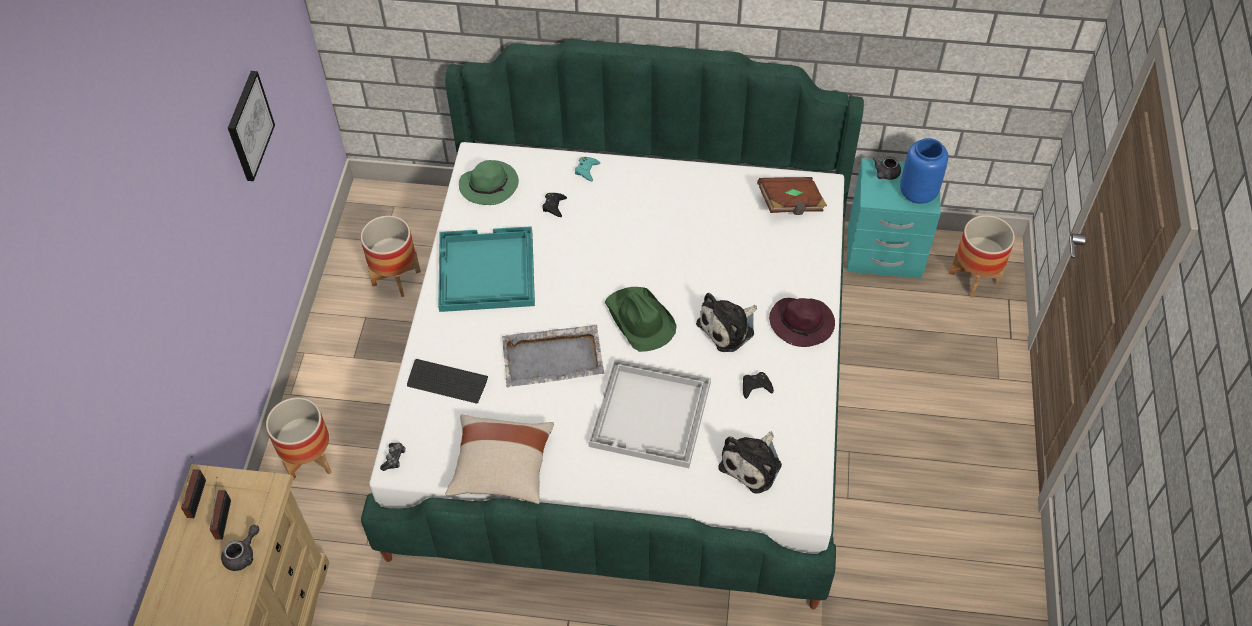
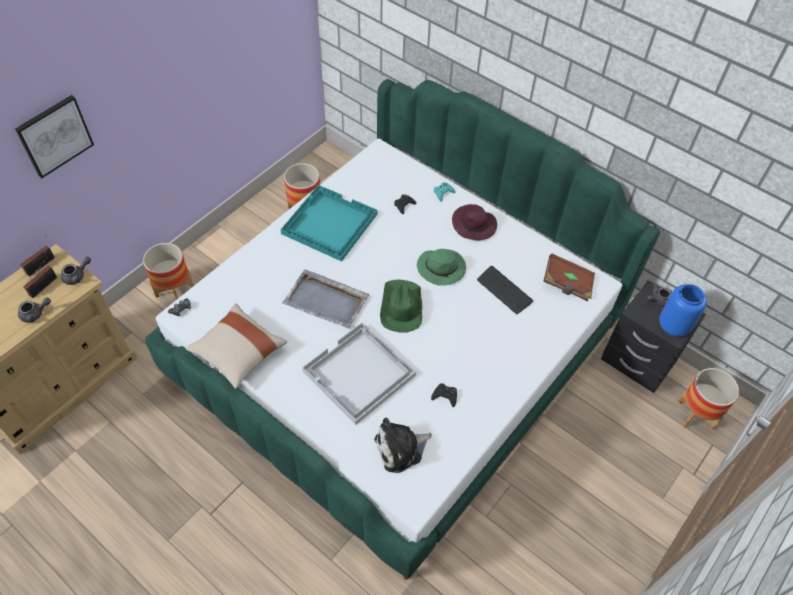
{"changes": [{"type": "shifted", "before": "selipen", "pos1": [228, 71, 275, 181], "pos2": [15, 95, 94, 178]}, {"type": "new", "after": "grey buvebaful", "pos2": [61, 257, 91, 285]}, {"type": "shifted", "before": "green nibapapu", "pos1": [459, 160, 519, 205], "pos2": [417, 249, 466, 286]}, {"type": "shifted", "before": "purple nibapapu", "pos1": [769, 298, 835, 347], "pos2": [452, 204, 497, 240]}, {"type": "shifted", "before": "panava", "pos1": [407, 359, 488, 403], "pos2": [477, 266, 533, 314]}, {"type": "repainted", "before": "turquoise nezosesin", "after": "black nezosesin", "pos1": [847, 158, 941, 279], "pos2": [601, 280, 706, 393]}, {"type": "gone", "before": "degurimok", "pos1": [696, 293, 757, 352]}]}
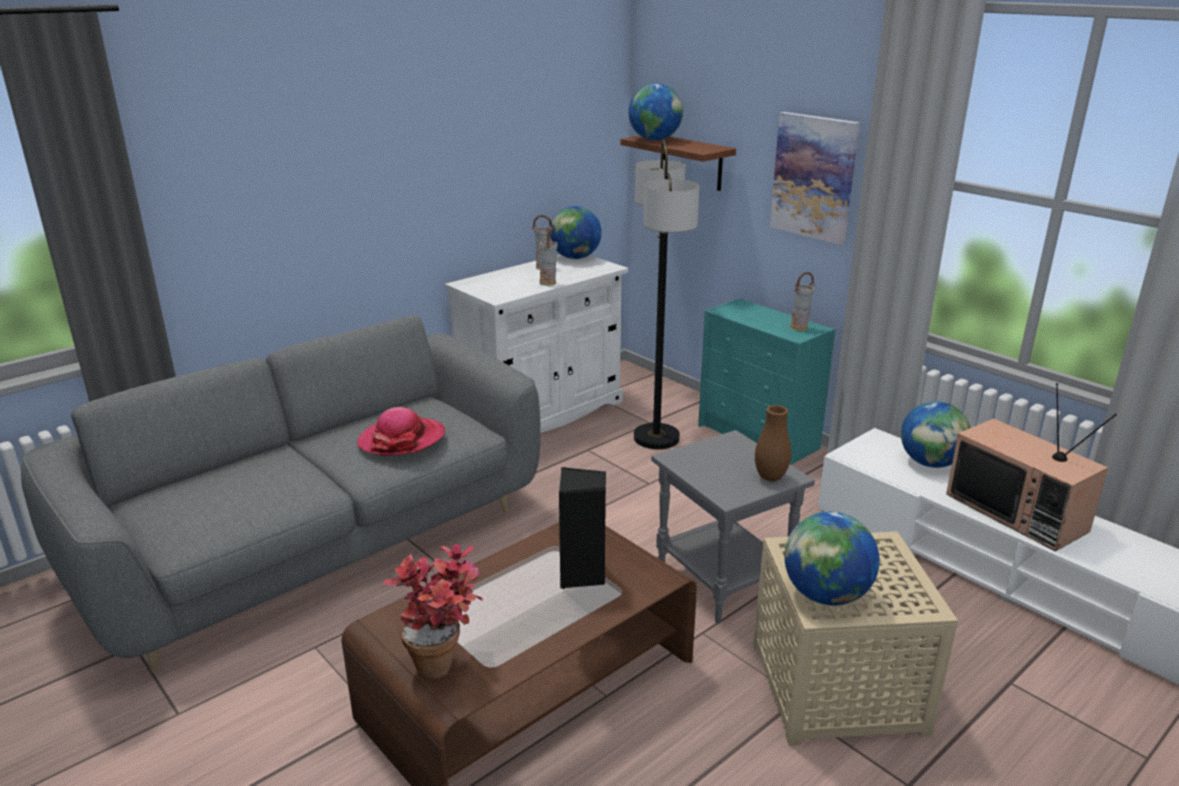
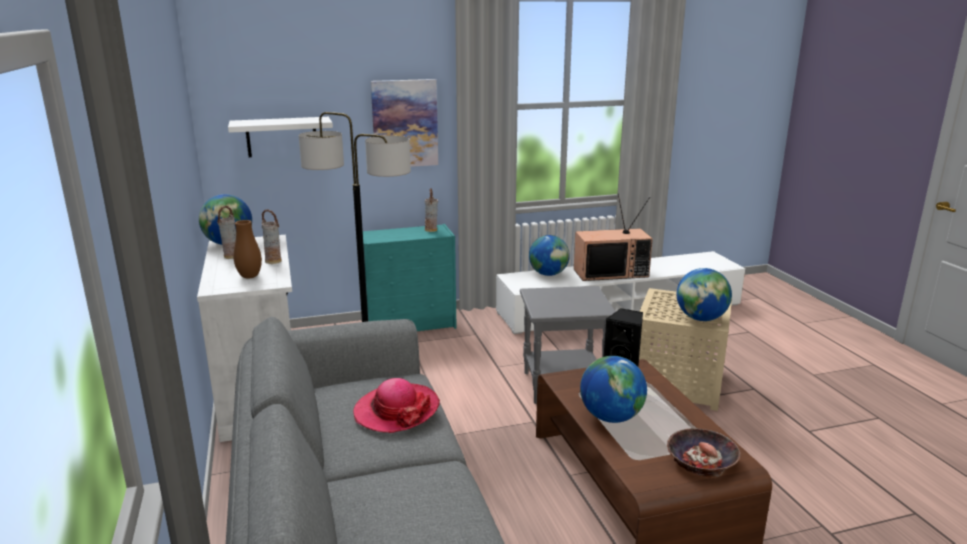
{"changes": [{"type": "repainted", "before": "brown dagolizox", "after": "white dagolizox", "pos1": [620, 136, 736, 191], "pos2": [228, 117, 333, 157]}, {"type": "shifted", "before": "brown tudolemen", "pos1": [755, 405, 791, 481], "pos2": [234, 220, 262, 279]}, {"type": "shifted", "before": "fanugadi", "pos1": [629, 83, 683, 140], "pos2": [580, 356, 647, 423]}, {"type": "swapped", "before": "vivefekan", "after": "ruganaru", "pos1": [383, 544, 483, 680], "pos2": [667, 428, 741, 478]}]}
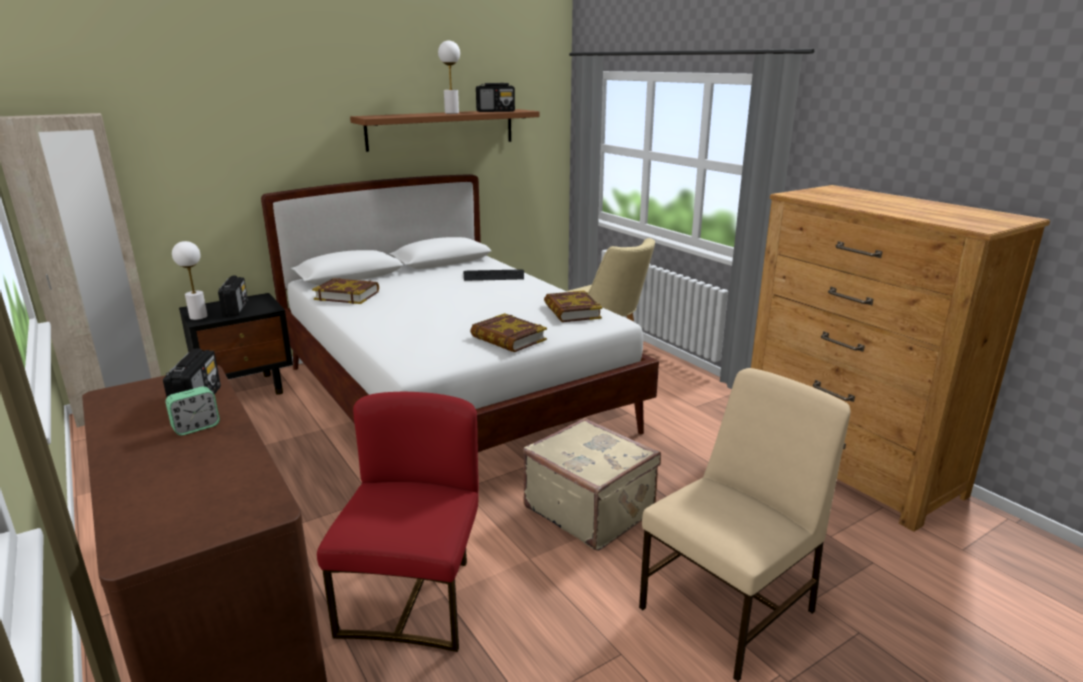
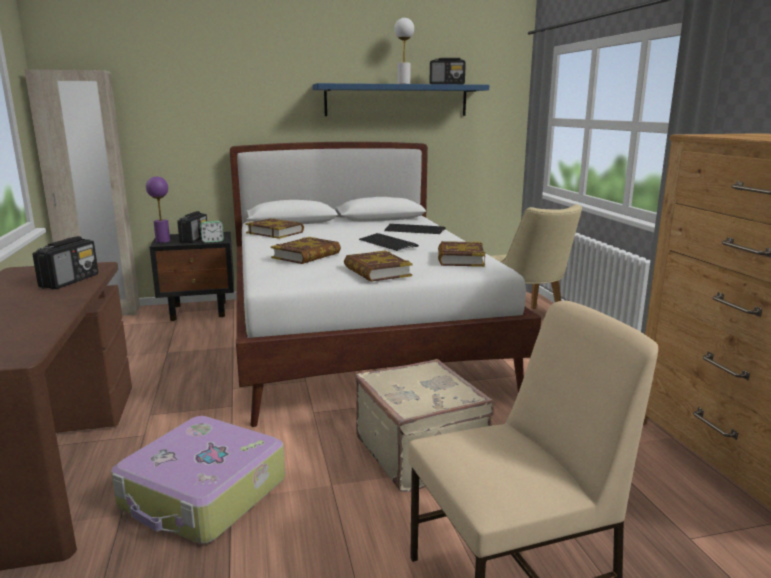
{"changes": [{"type": "swapped", "before": "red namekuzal", "after": "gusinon", "pos1": [317, 392, 479, 652], "pos2": [111, 416, 285, 544]}, {"type": "repainted", "before": "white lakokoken", "after": "purple lakokoken", "pos1": [172, 241, 208, 320], "pos2": [146, 176, 170, 243]}, {"type": "shifted", "before": "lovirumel", "pos1": [165, 386, 220, 436], "pos2": [200, 221, 224, 243]}, {"type": "new", "after": "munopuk", "pos2": [271, 237, 341, 264]}, {"type": "repainted", "before": "brown dagolizox", "after": "blue dagolizox", "pos1": [350, 109, 540, 152], "pos2": [312, 83, 489, 116]}, {"type": "new", "after": "panava", "pos2": [359, 233, 419, 251]}]}
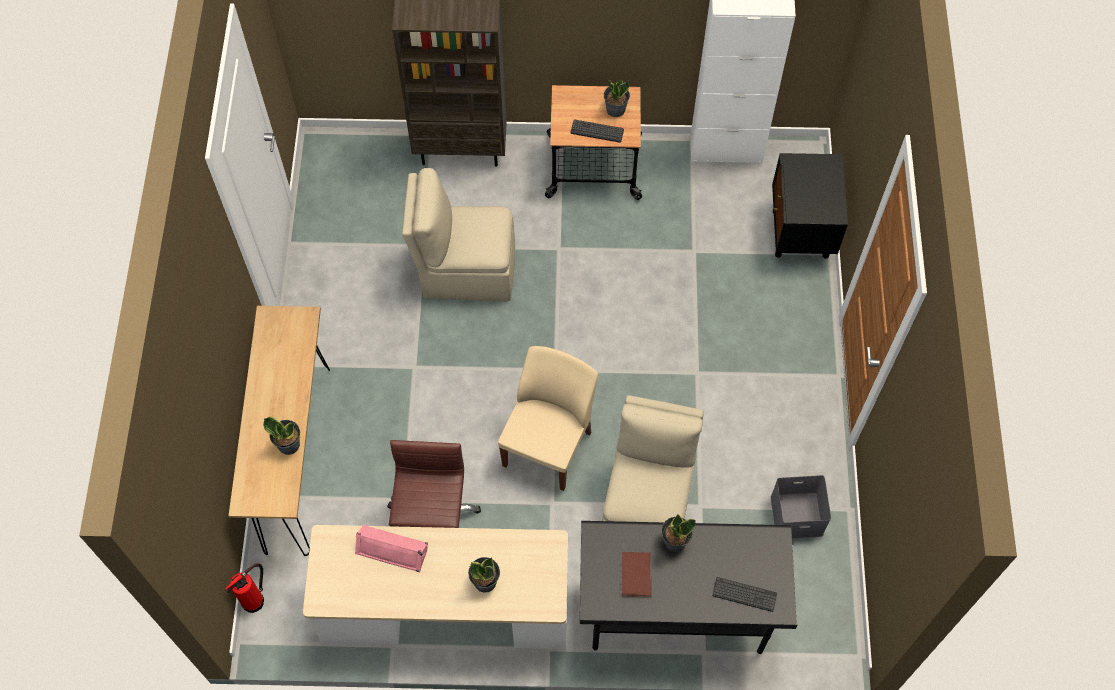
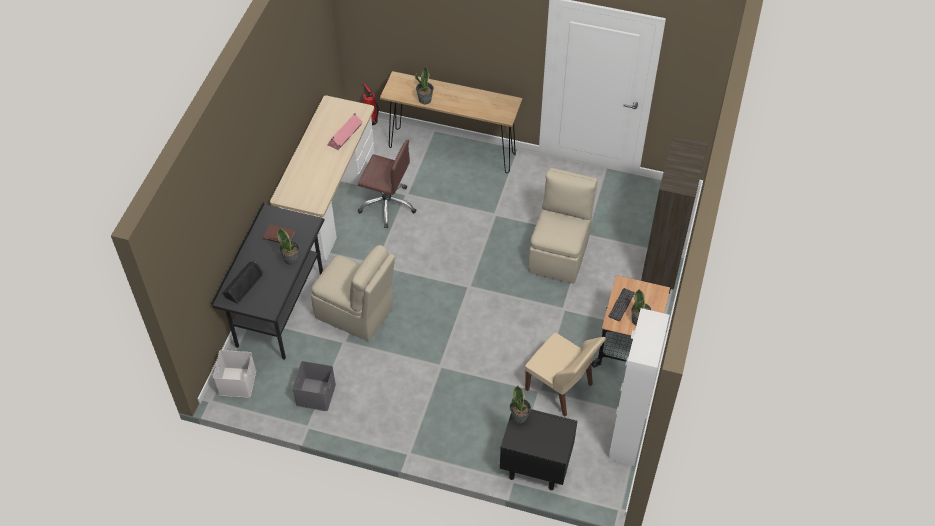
{"changes": [{"type": "new", "after": "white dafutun", "pos2": [213, 350, 256, 398]}, {"type": "swapped", "before": "panava", "after": "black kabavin", "pos1": [712, 577, 777, 612], "pos2": [222, 260, 264, 304]}, {"type": "shifted", "before": "vivefekan", "pos1": [468, 557, 500, 593], "pos2": [510, 386, 531, 424]}, {"type": "shifted", "before": "beige namekuzal", "pos1": [498, 346, 598, 491], "pos2": [525, 333, 606, 416]}]}
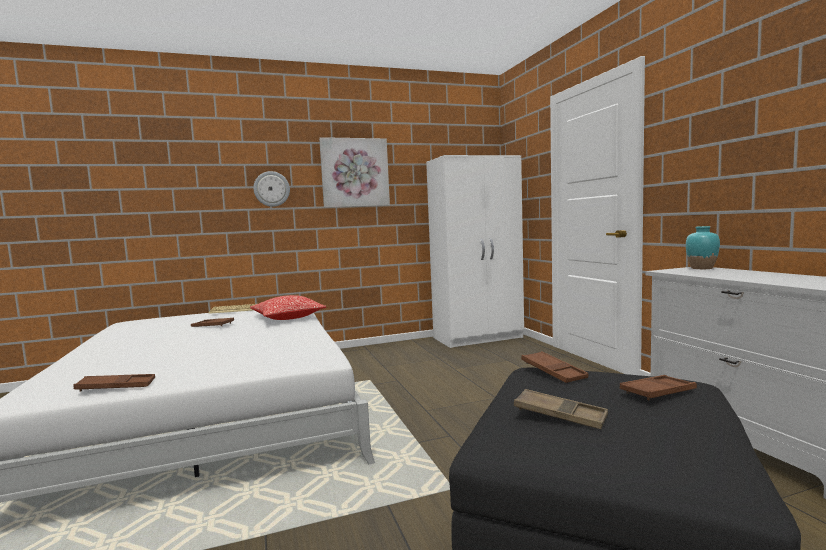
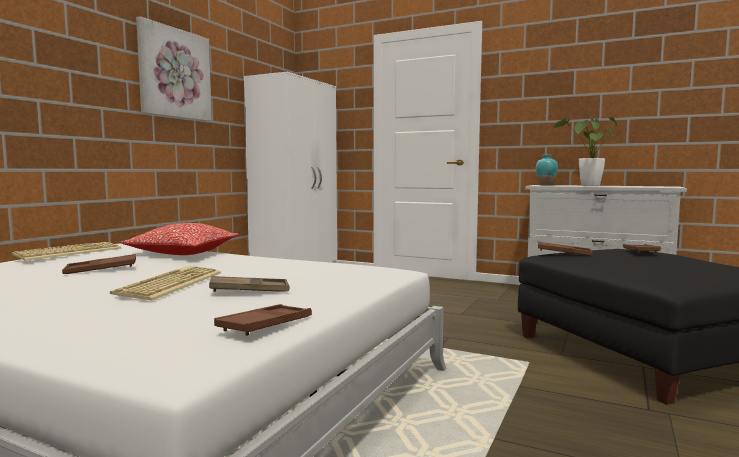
{"changes": [{"type": "new", "after": "panava", "pos2": [110, 266, 221, 301]}, {"type": "shifted", "before": "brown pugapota", "pos1": [514, 389, 608, 429], "pos2": [209, 276, 289, 292]}, {"type": "new", "after": "vivefekan", "pos2": [554, 117, 617, 186]}, {"type": "gone", "before": "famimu", "pos1": [253, 171, 290, 207]}]}
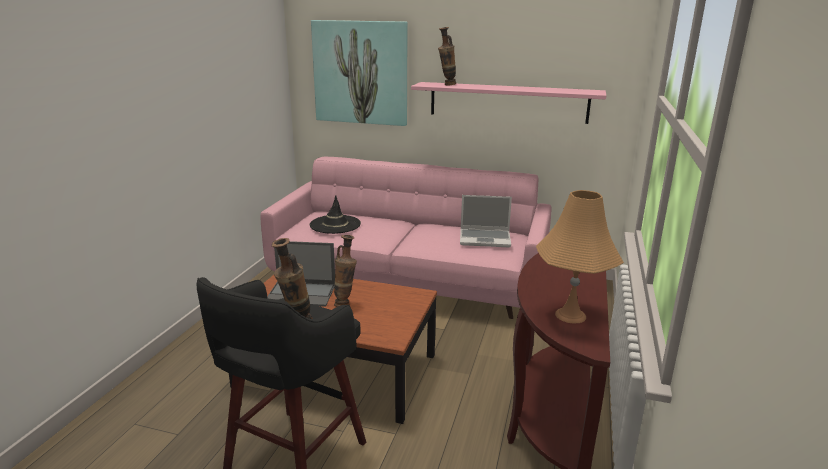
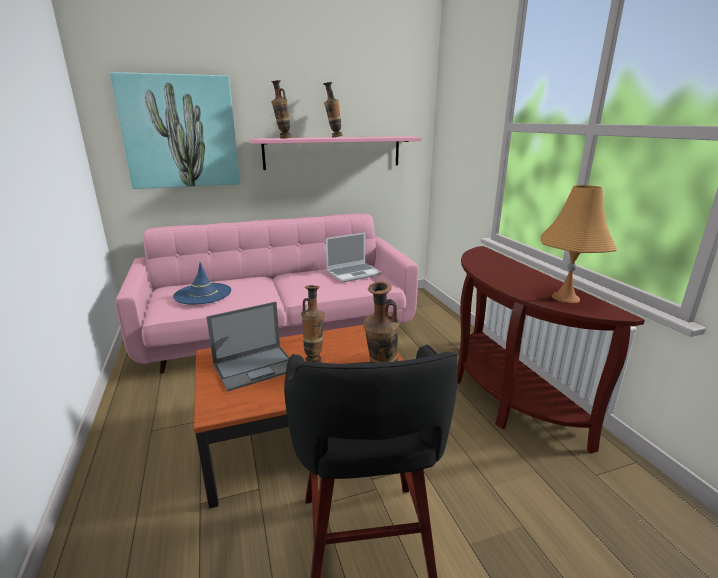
{"changes": [{"type": "repainted", "before": "black nibapapu", "after": "blue nibapapu", "pos1": [310, 195, 361, 234], "pos2": [173, 262, 231, 305]}, {"type": "new", "after": "tudolemen", "pos2": [323, 82, 343, 138]}]}
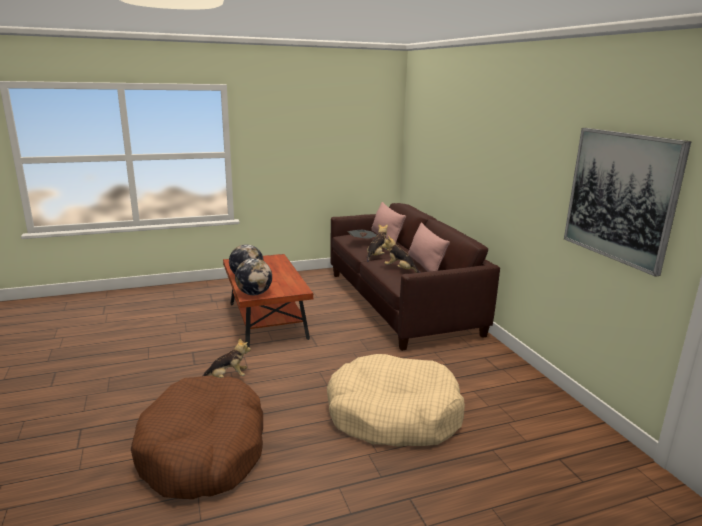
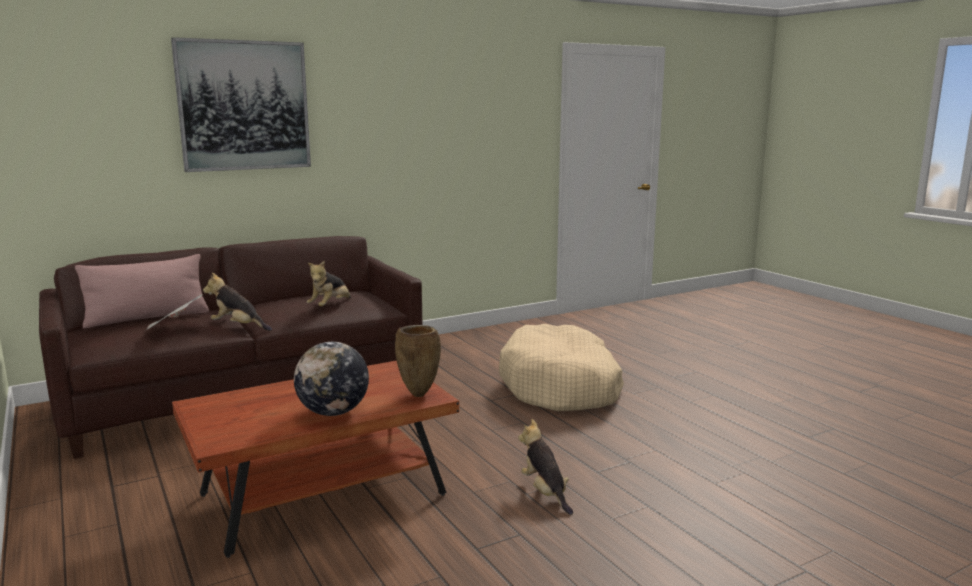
{"changes": [{"type": "shifted", "before": "selipen", "pos1": [564, 128, 692, 277], "pos2": [171, 37, 311, 172]}, {"type": "swapped", "before": "fanugadi", "after": "brown tudolemen", "pos1": [235, 258, 272, 295], "pos2": [395, 325, 441, 397]}, {"type": "gone", "before": "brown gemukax", "pos1": [131, 376, 263, 499]}, {"type": "gone", "before": "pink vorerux", "pos1": [408, 222, 450, 272]}]}
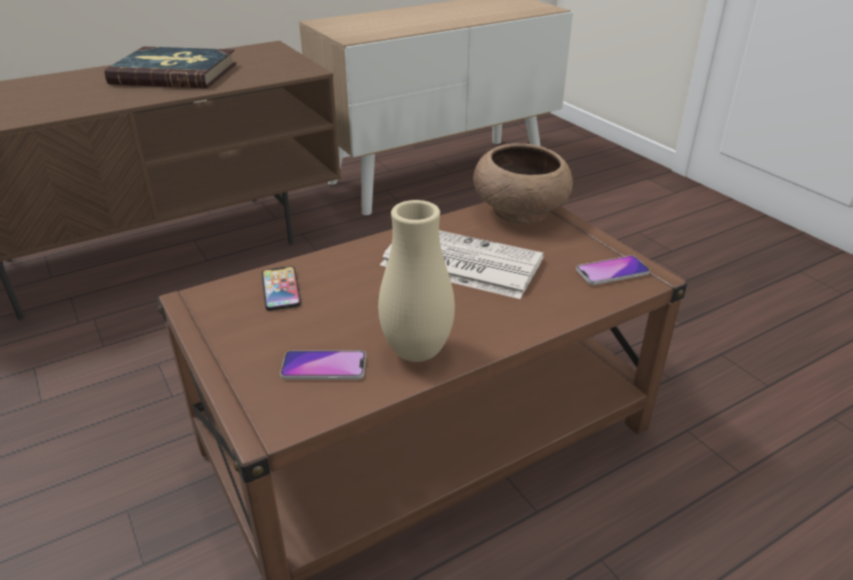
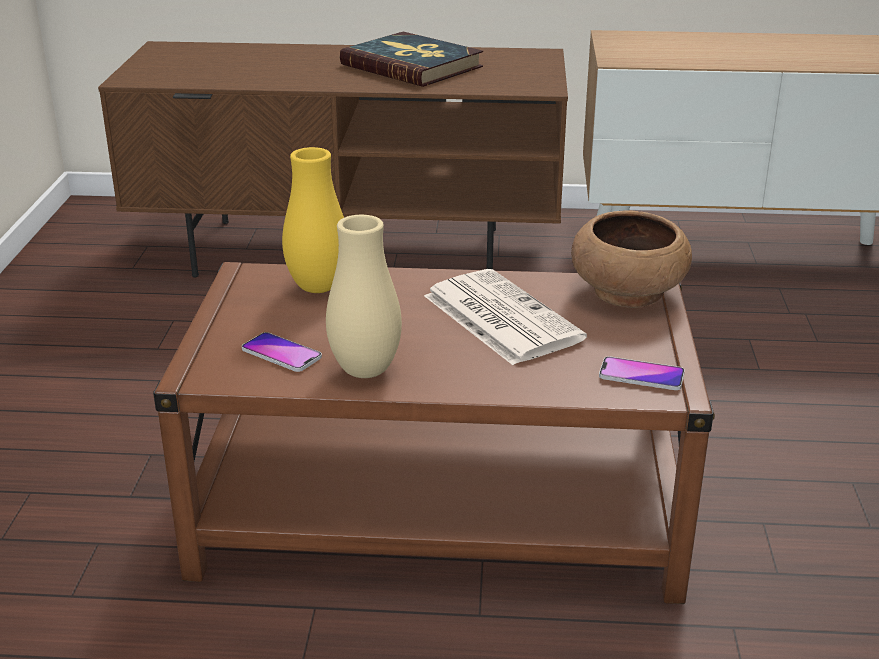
{"changes": [{"type": "swapped", "before": "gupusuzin", "after": "yellow tudolemen", "pos1": [262, 266, 301, 311], "pos2": [282, 147, 344, 293]}]}
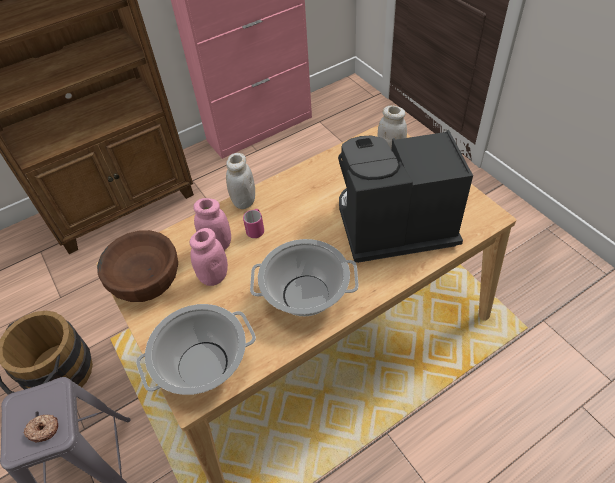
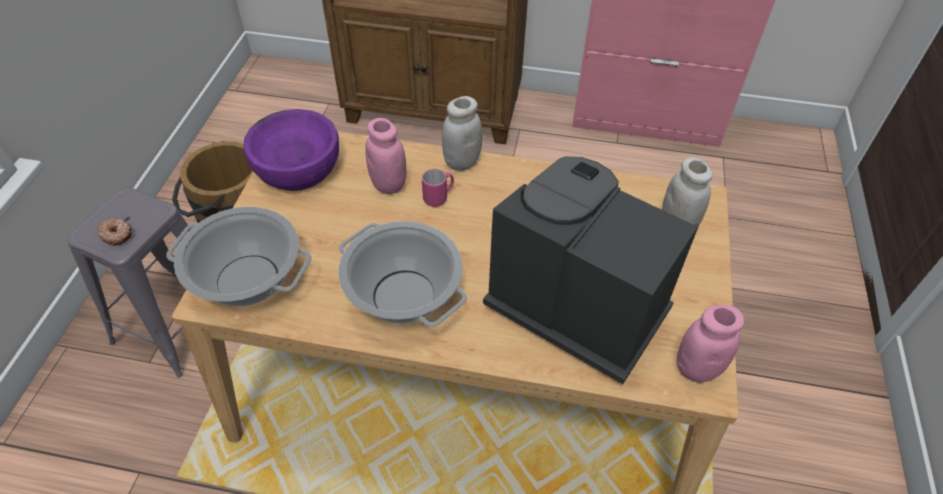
{"changes": [{"type": "repainted", "before": "brown ruganaru", "after": "purple ruganaru", "pos1": [97, 230, 178, 302], "pos2": [243, 109, 339, 191]}, {"type": "shifted", "before": "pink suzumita", "pos1": [190, 228, 228, 286], "pos2": [677, 305, 744, 383]}]}
